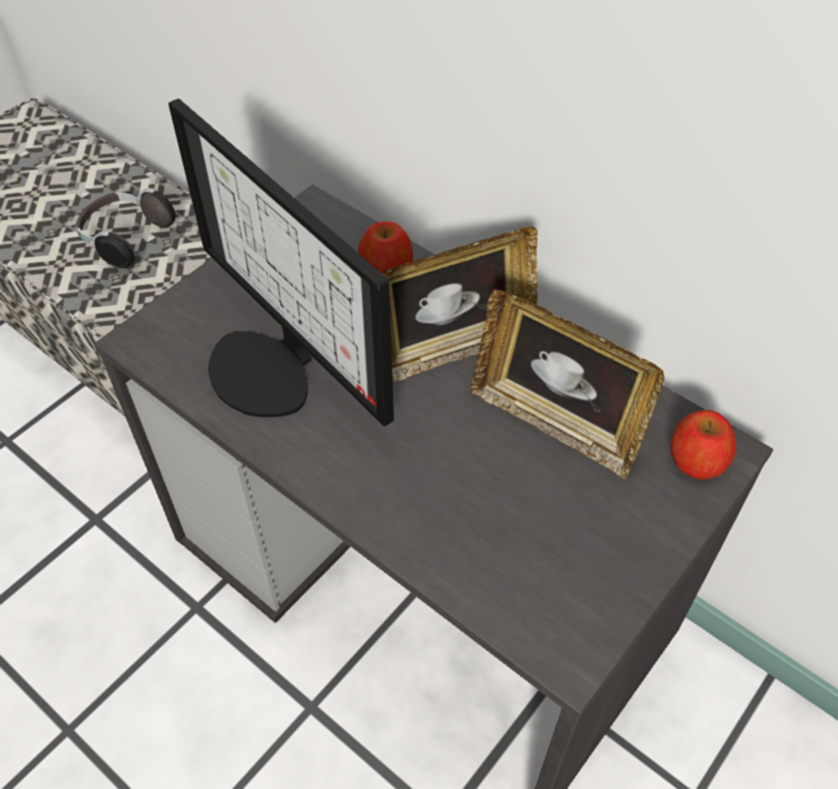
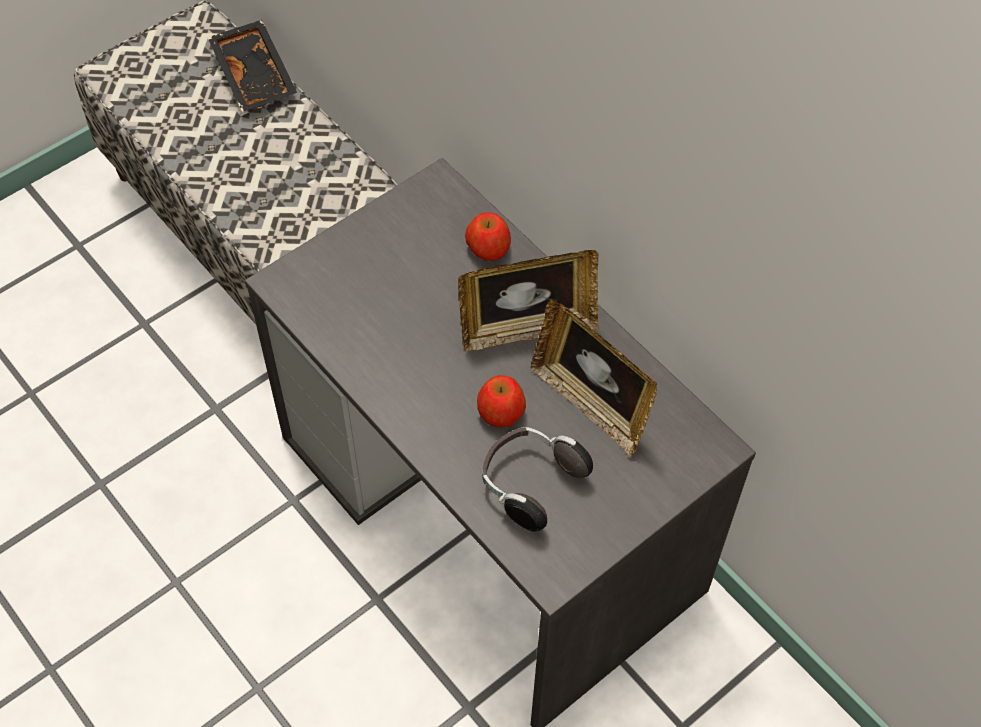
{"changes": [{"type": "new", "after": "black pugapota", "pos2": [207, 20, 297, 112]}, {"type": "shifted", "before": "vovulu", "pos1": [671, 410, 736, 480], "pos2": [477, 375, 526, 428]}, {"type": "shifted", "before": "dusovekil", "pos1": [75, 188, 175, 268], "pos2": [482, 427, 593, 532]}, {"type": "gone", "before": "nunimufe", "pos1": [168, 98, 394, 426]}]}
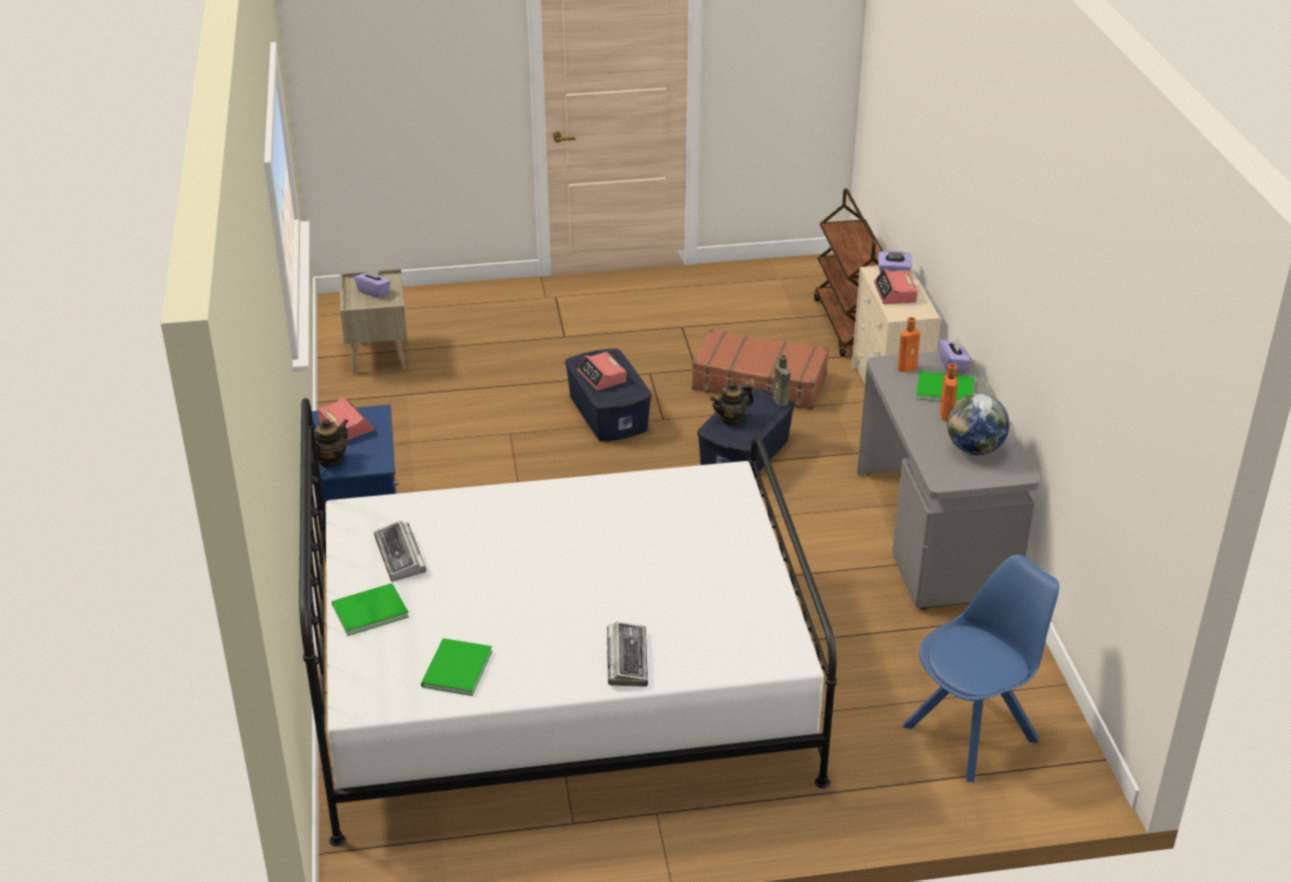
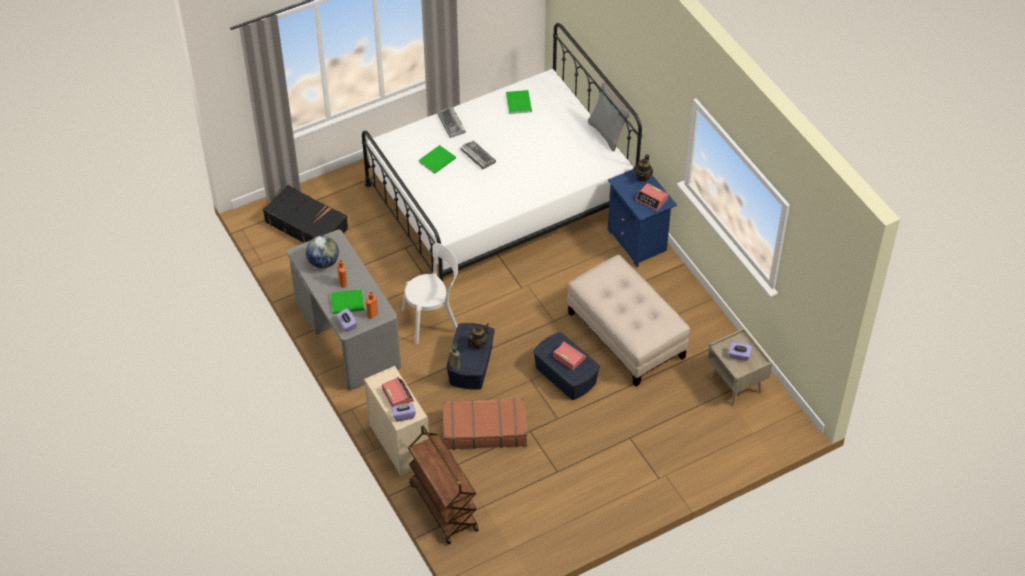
{"changes": [{"type": "swapped", "before": "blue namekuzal", "after": "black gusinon", "pos1": [903, 554, 1059, 782], "pos2": [263, 185, 348, 243]}, {"type": "new", "after": "white namekuzal", "pos2": [402, 243, 458, 344]}, {"type": "shifted", "before": "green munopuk", "pos1": [332, 583, 409, 636], "pos2": [419, 145, 456, 174]}, {"type": "shifted", "before": "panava", "pos1": [374, 521, 426, 582], "pos2": [460, 141, 496, 169]}, {"type": "new", "after": "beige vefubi", "pos2": [567, 255, 690, 386]}, {"type": "new", "after": "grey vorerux", "pos2": [588, 83, 630, 151]}]}
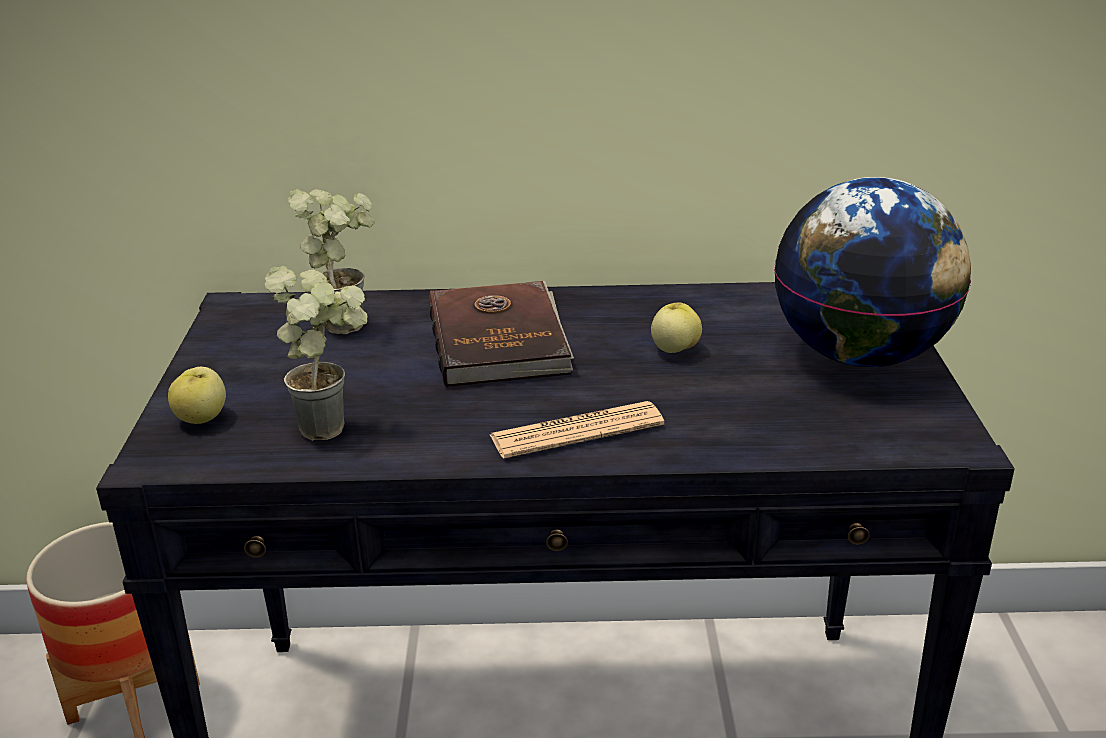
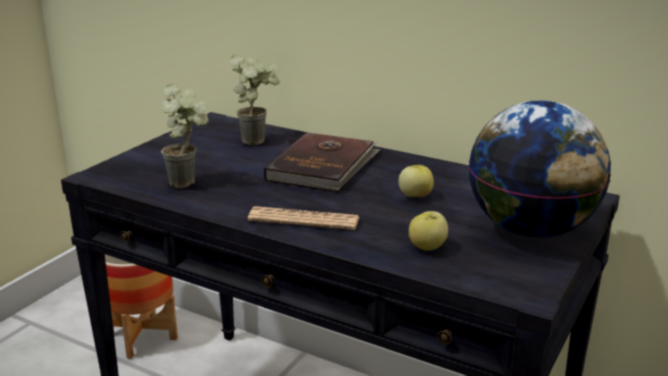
{"changes": [{"type": "shifted", "before": "vovulu", "pos1": [168, 367, 226, 424], "pos2": [409, 211, 448, 250]}]}
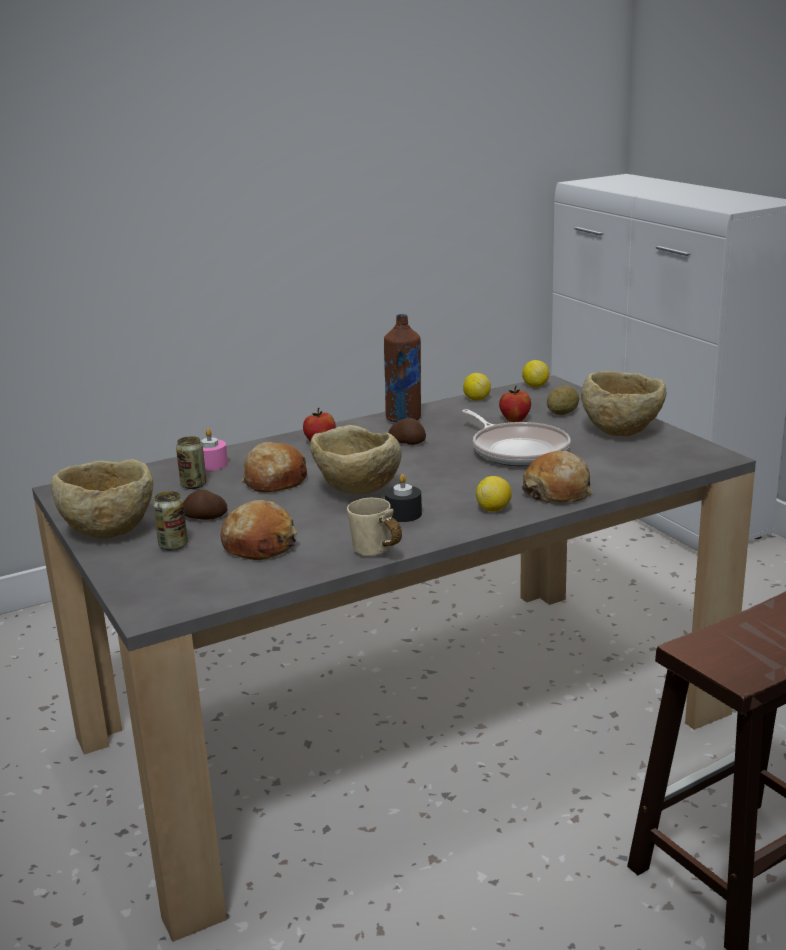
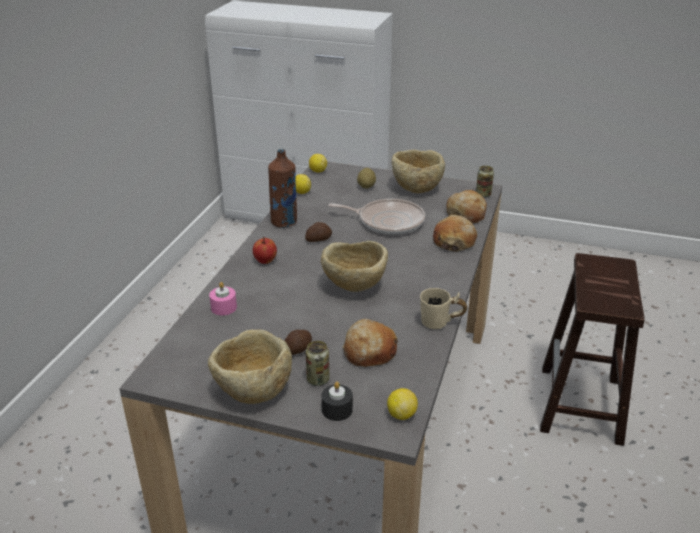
{"changes": [{"type": "shifted", "before": "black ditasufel", "pos1": [385, 474, 422, 522], "pos2": [322, 382, 353, 421]}, {"type": "shifted", "before": "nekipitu", "pos1": [476, 476, 512, 512], "pos2": [387, 388, 418, 420]}, {"type": "shifted", "before": "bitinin", "pos1": [242, 442, 307, 493], "pos2": [446, 190, 487, 223]}, {"type": "shifted", "before": "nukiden", "pos1": [176, 436, 206, 489], "pos2": [476, 166, 494, 198]}, {"type": "gone", "before": "vovulu", "pos1": [499, 386, 531, 422]}]}
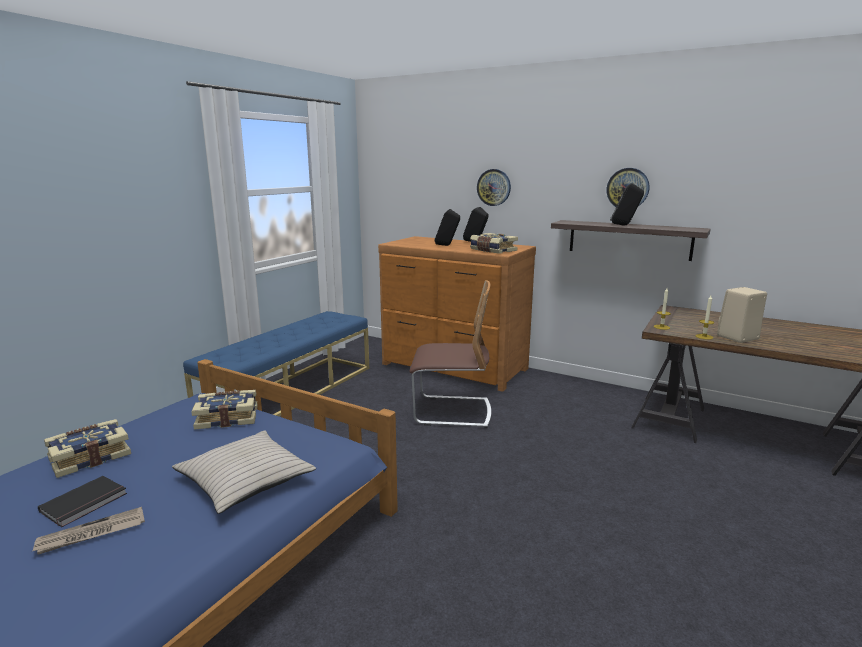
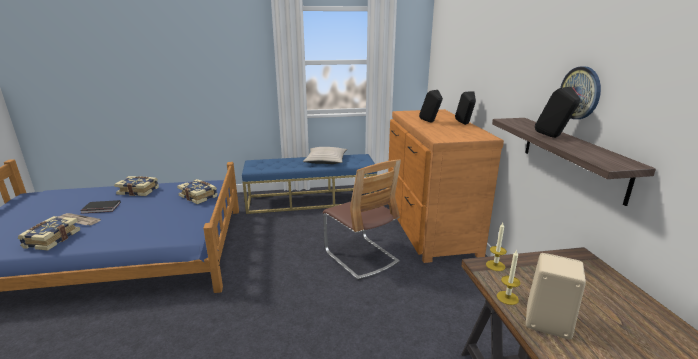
{"changes": [{"type": "shifted", "before": "munopuk", "pos1": [470, 233, 518, 254], "pos2": [18, 216, 80, 251]}, {"type": "shifted", "before": "beige vorerux", "pos1": [172, 430, 316, 514], "pos2": [303, 147, 347, 164]}, {"type": "gone", "before": "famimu", "pos1": [477, 169, 511, 206]}]}
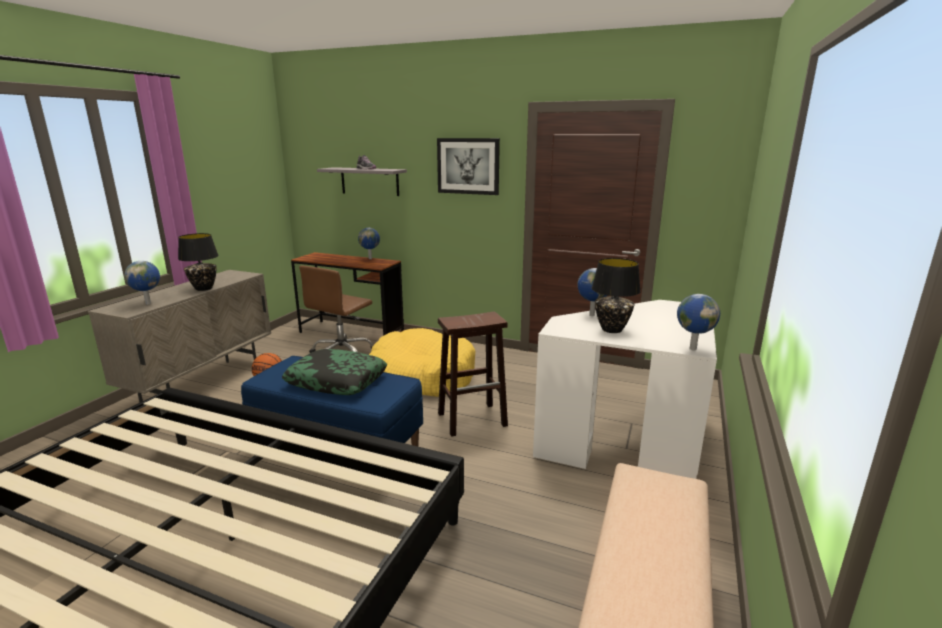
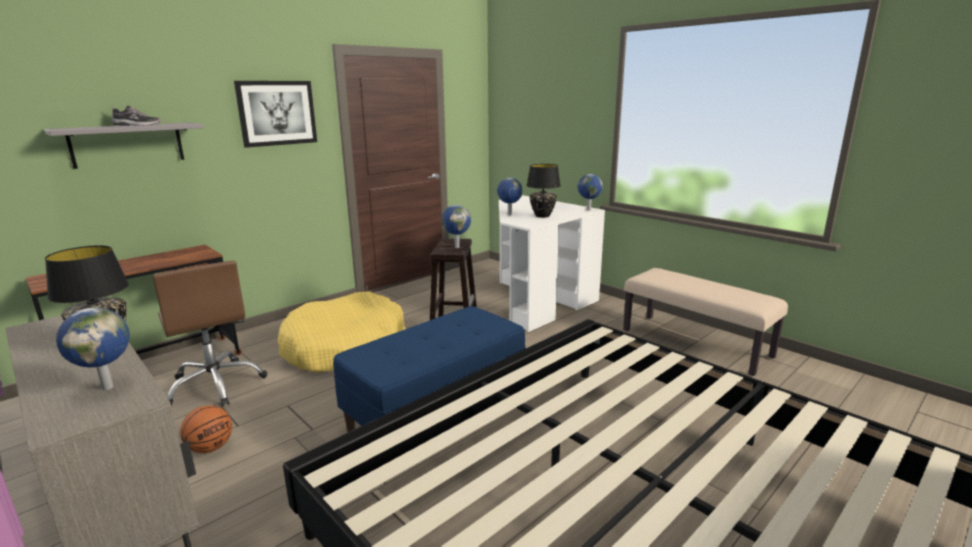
{"changes": [{"type": "shifted", "before": "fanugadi", "pos1": [358, 228, 380, 259], "pos2": [442, 205, 471, 248]}, {"type": "gone", "before": "vorerux", "pos1": [282, 349, 387, 395]}]}
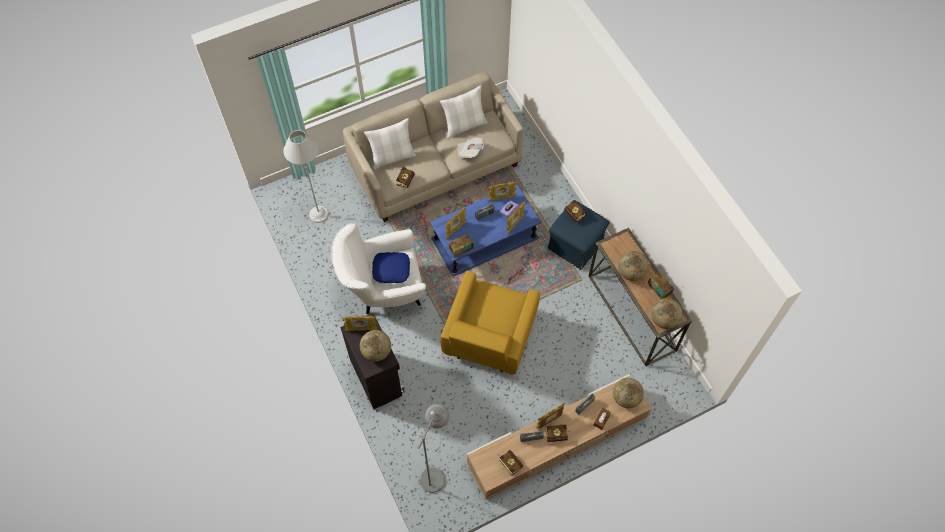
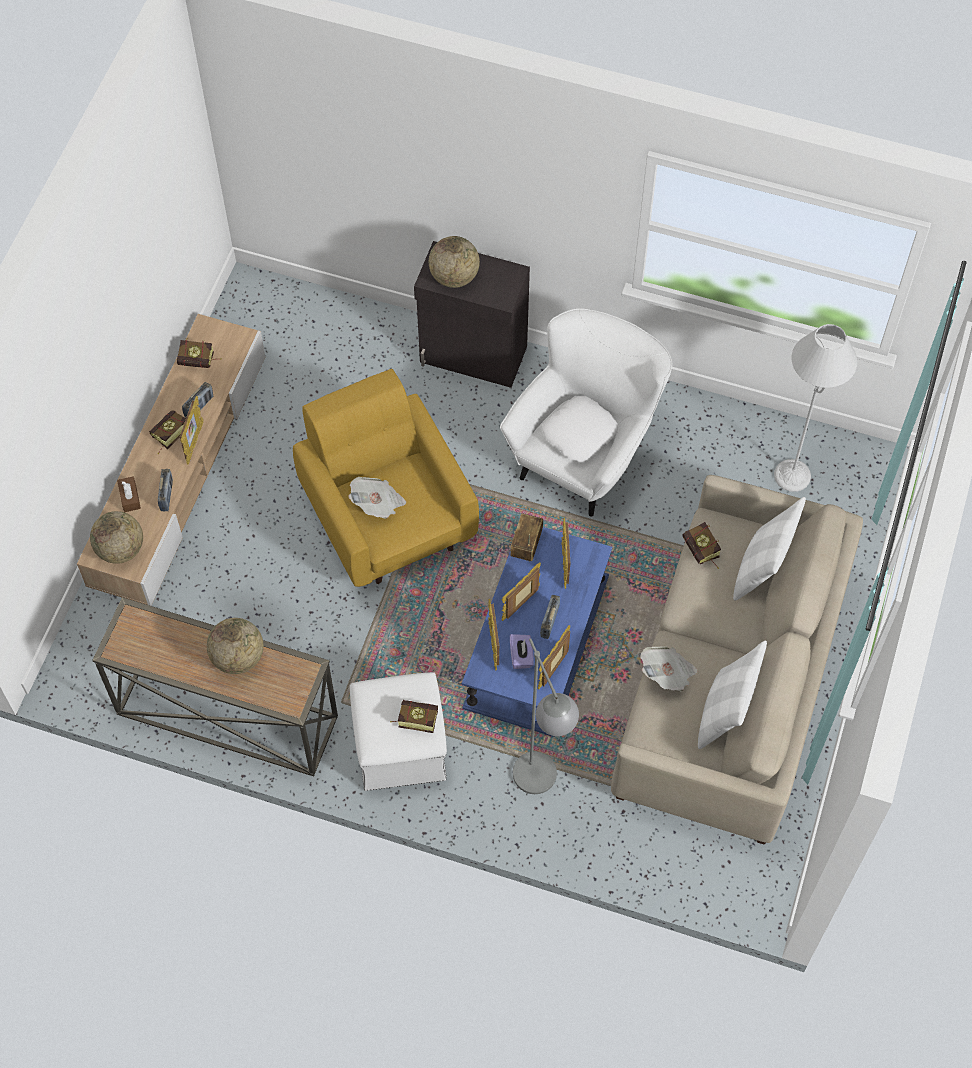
{"changes": [{"type": "new", "after": "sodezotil", "pos2": [348, 477, 406, 519]}, {"type": "repainted", "before": "blue vefubi", "after": "white vefubi", "pos1": [547, 200, 610, 270], "pos2": [350, 672, 447, 791]}, {"type": "shifted", "before": "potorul", "pos1": [342, 316, 378, 331], "pos2": [501, 562, 541, 621]}, {"type": "shifted", "before": "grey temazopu", "pos1": [418, 404, 450, 493], "pos2": [513, 638, 579, 794]}, {"type": "repainted", "before": "blue vorerux", "after": "white vorerux", "pos1": [372, 252, 410, 283], "pos2": [542, 396, 618, 462]}, {"type": "gone", "before": "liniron", "pos1": [648, 272, 674, 299]}, {"type": "gone", "before": "fanugadi", "pos1": [651, 298, 682, 329]}]}
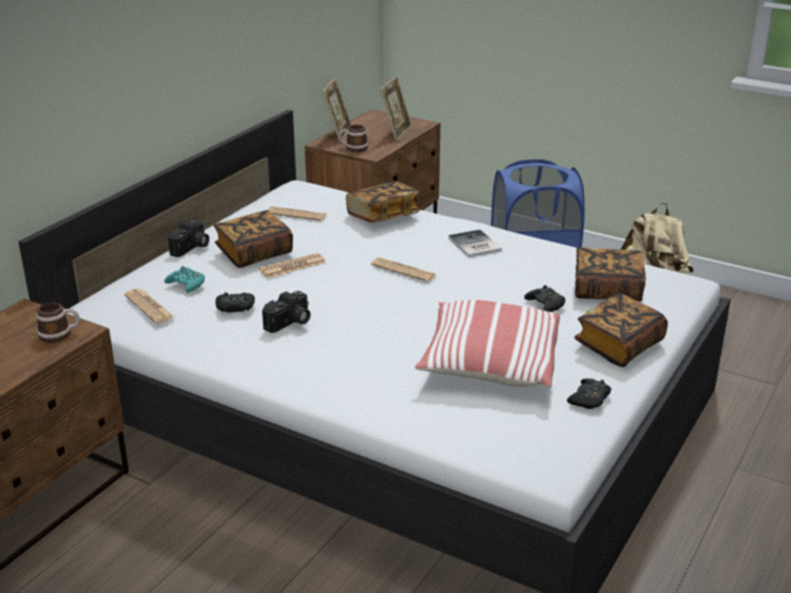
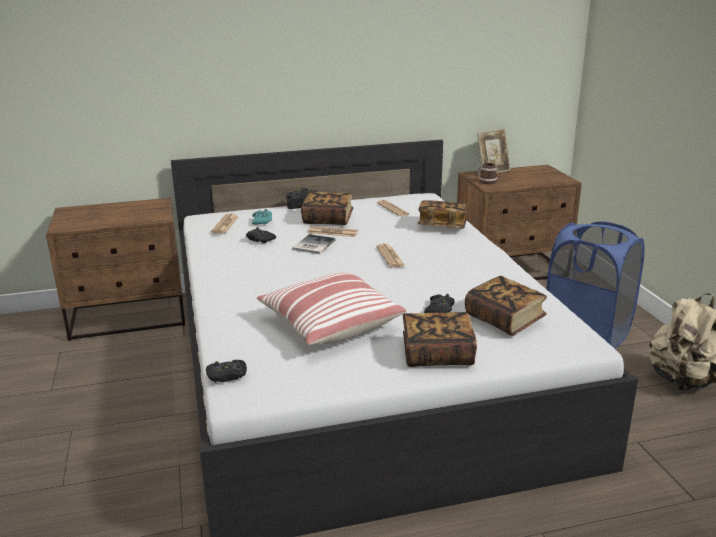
{"changes": [{"type": "shifted", "before": "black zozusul", "pos1": [567, 378, 611, 409], "pos2": [206, 360, 247, 382]}, {"type": "shifted", "before": "munopuk", "pos1": [448, 230, 502, 258], "pos2": [292, 234, 336, 254]}, {"type": "gone", "before": "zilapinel", "pos1": [36, 302, 80, 343]}, {"type": "gone", "before": "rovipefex", "pos1": [262, 291, 311, 333]}, {"type": "gone", "before": "potorul", "pos1": [380, 76, 412, 141]}]}
